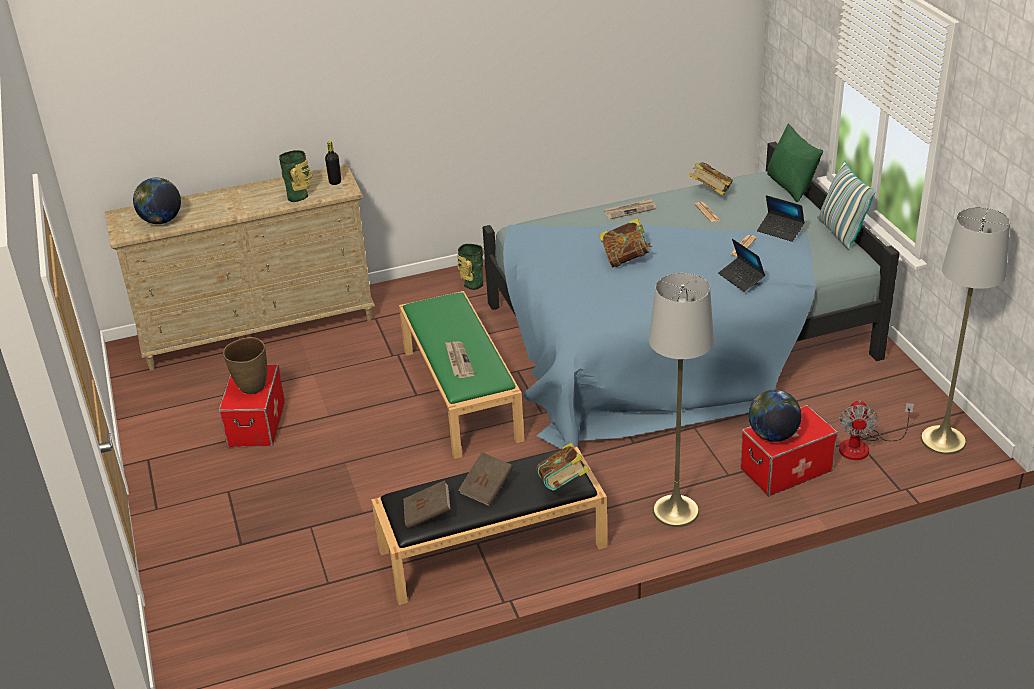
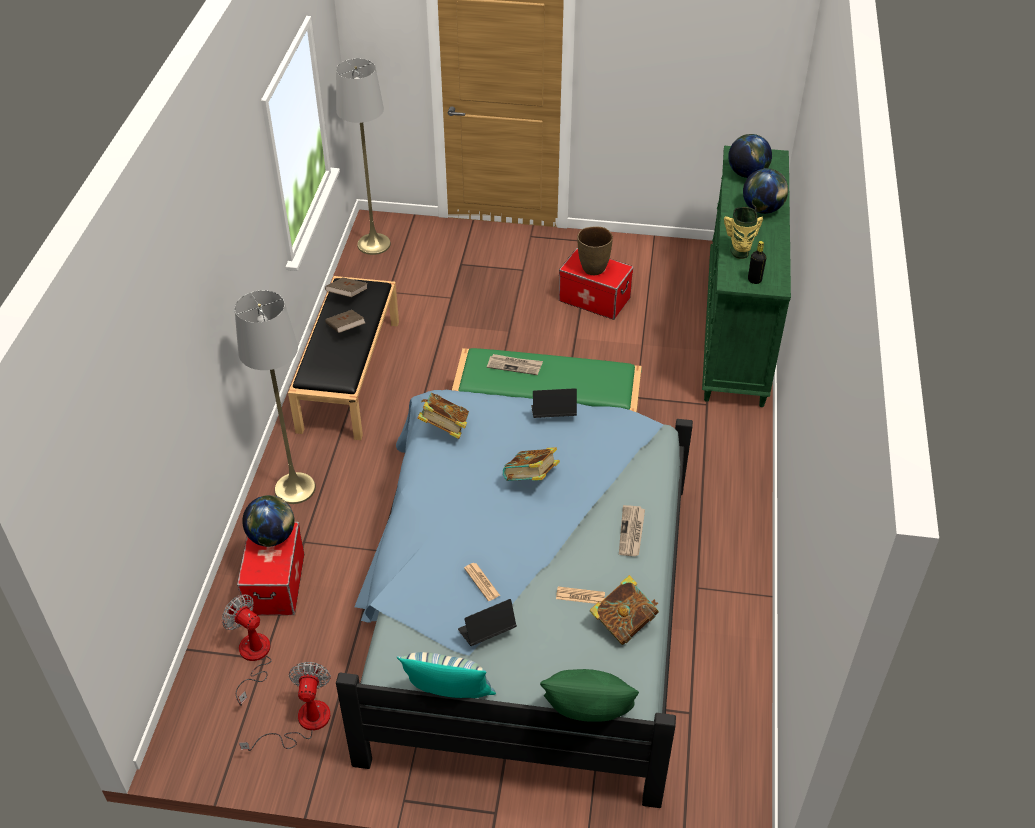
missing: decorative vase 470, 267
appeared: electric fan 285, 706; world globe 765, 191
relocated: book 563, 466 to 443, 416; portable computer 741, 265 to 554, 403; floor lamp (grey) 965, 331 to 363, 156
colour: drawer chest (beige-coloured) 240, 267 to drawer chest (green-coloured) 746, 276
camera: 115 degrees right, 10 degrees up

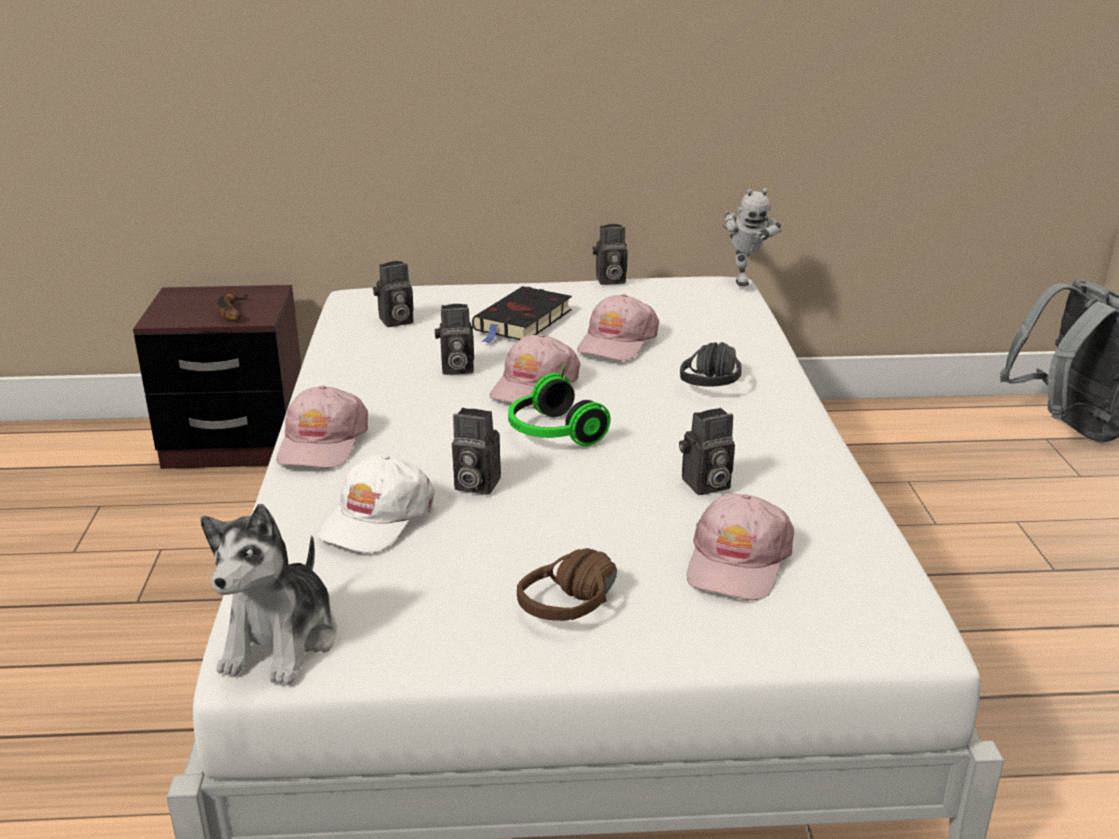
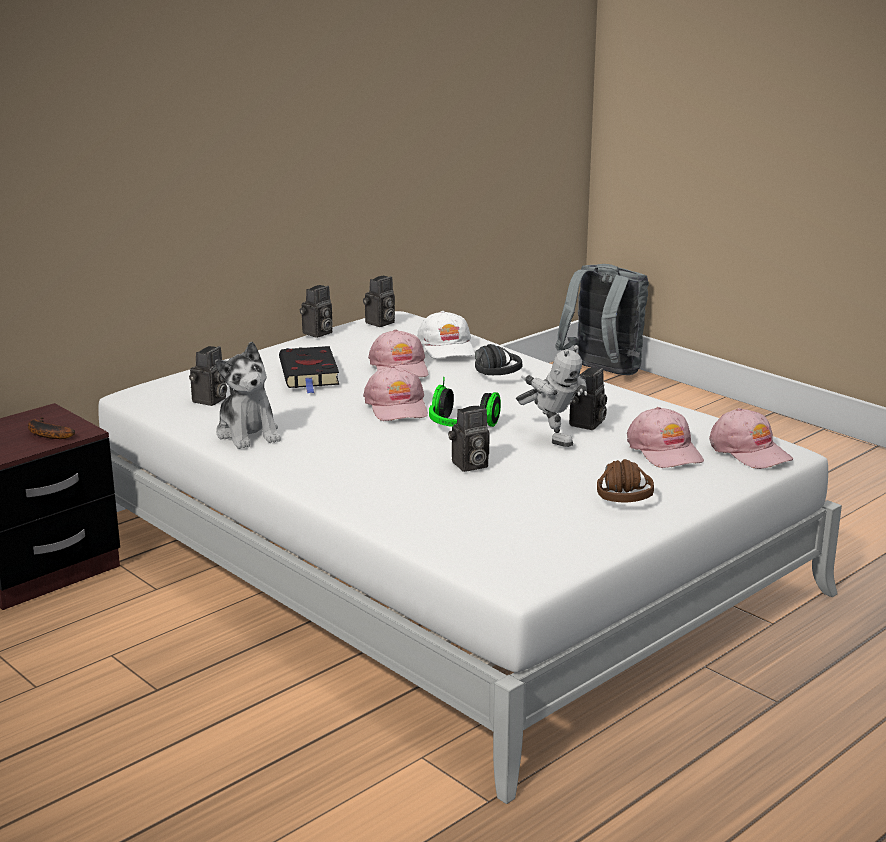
relocated: soft toy 269, 594 to 248, 395; peaked cap (pinkish) 322, 427 to 751, 438; peaked cap (whitish) 376, 504 to 446, 335; photo camera 454, 339 to 379, 301; toy robot 752, 237 to 551, 396
camera: 40 degrees left, 5 degrees down

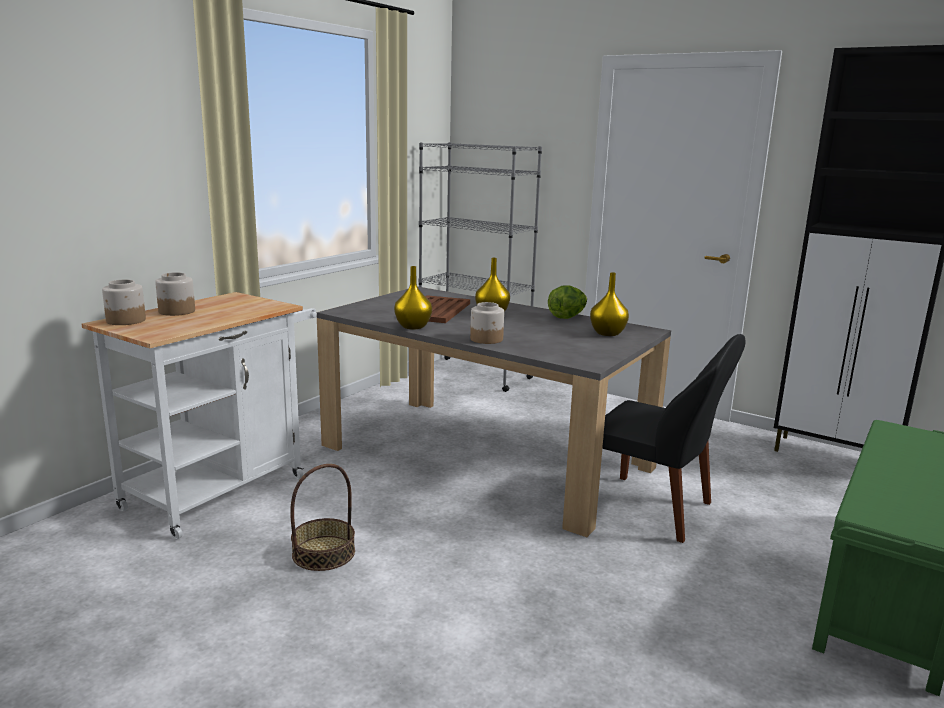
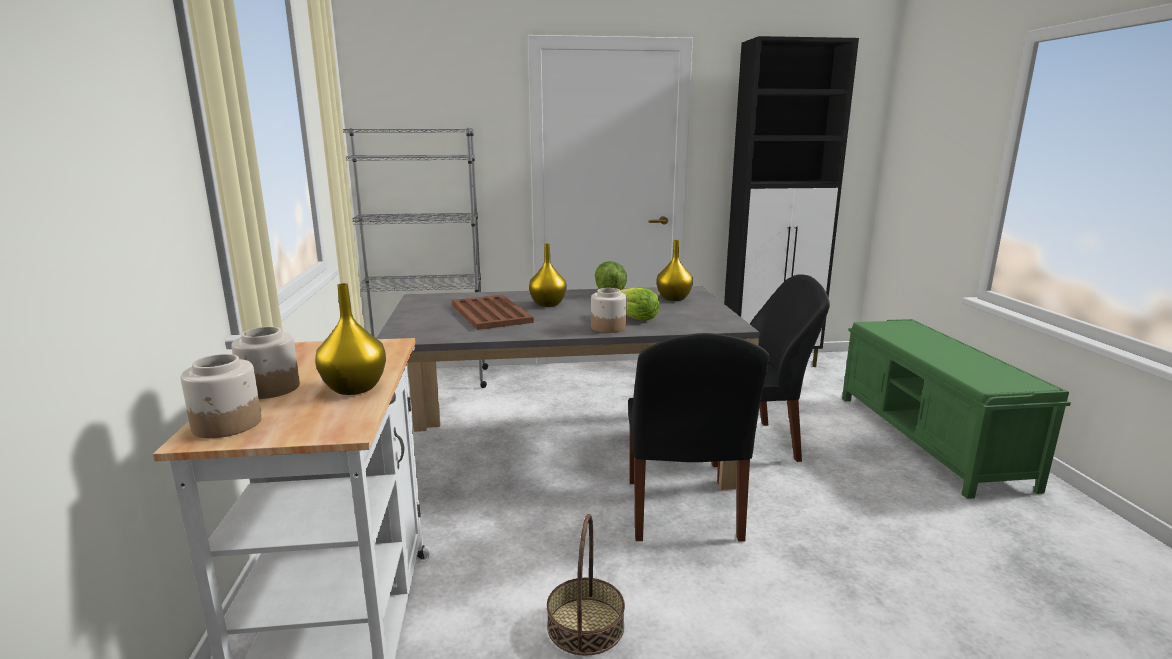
appeared: lettuce 639, 304; plain chair (black-coloured) 698, 437
relocated: decorative vase (yellow) 413, 297 to 350, 339
camera: 40 degrees left, 0 degrees up

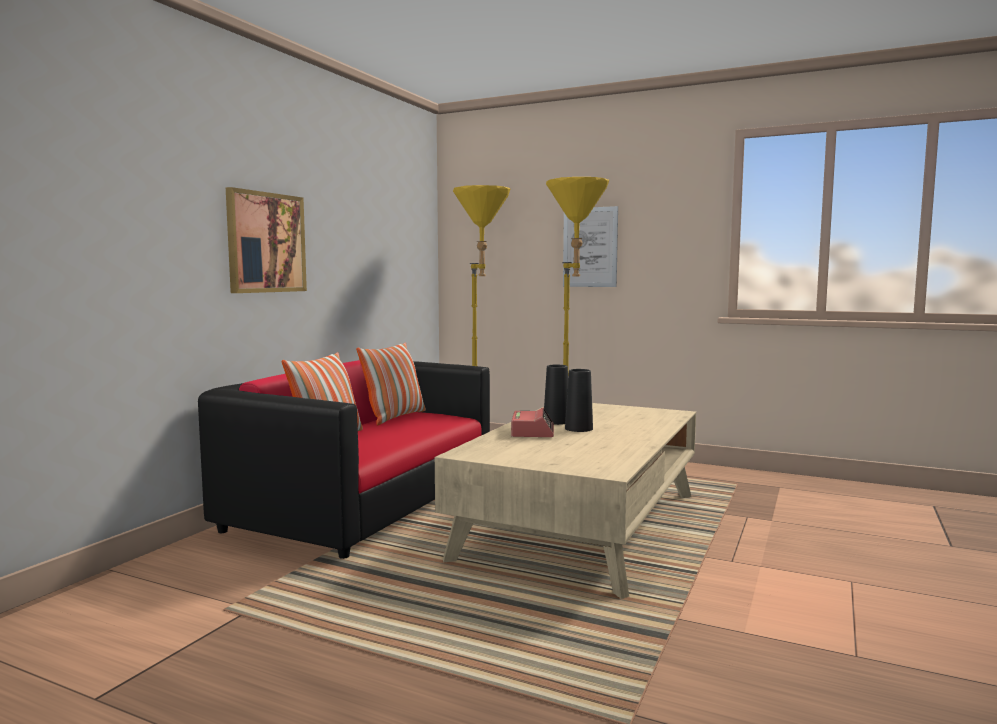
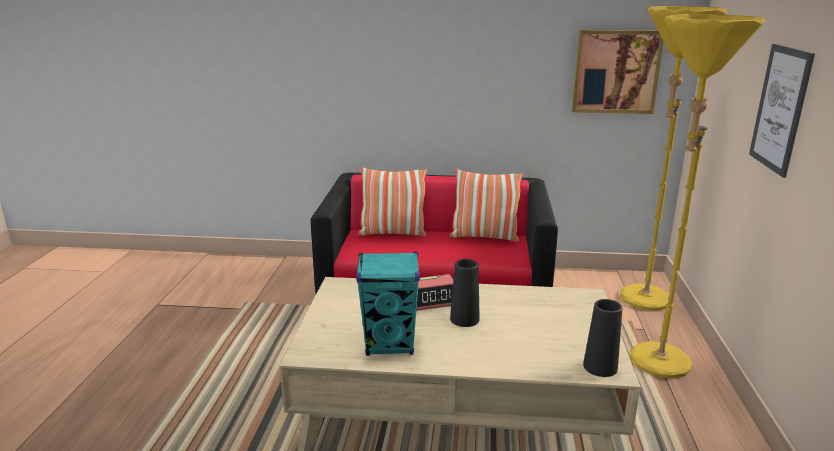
appeared: speaker (blue-green) 388, 304
relocated: wall art 266, 240 to 618, 72; decorative vase (black-coloured) 556, 395 to 602, 338
camera: 70 degrees right, 15 degrees up

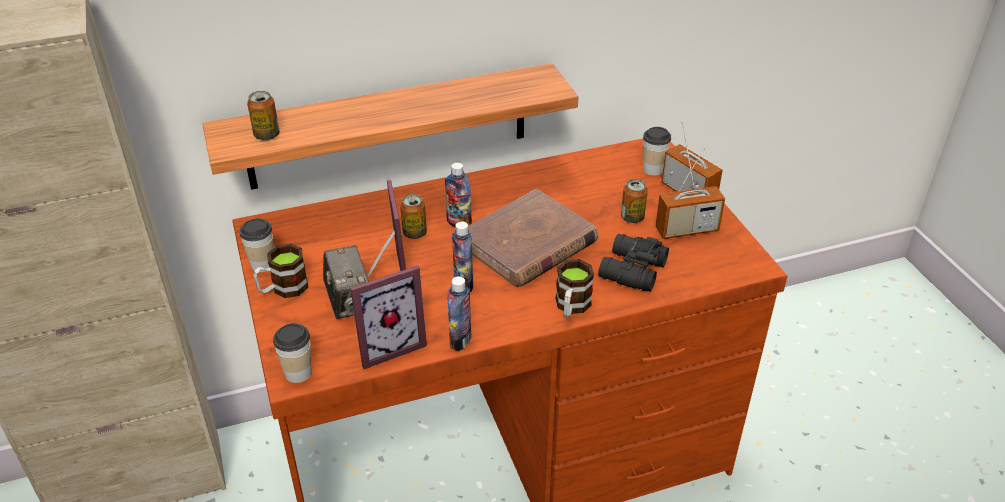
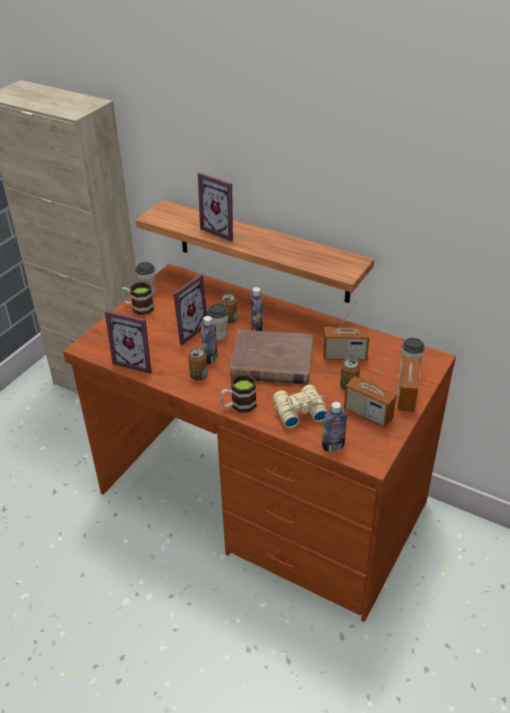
missing: photo camera 346, 282
appeared: standing frame 215, 207; radio set 346, 330
relocated: metal can 263, 116 to 198, 364; small cup 292, 353 to 217, 322; beverage bottle 459, 314 to 334, 427
colour: binoculars (black-coloured) 633, 263 to binoculars (beige-coloured) 300, 406
camera: 50 degrees right, 0 degrees up

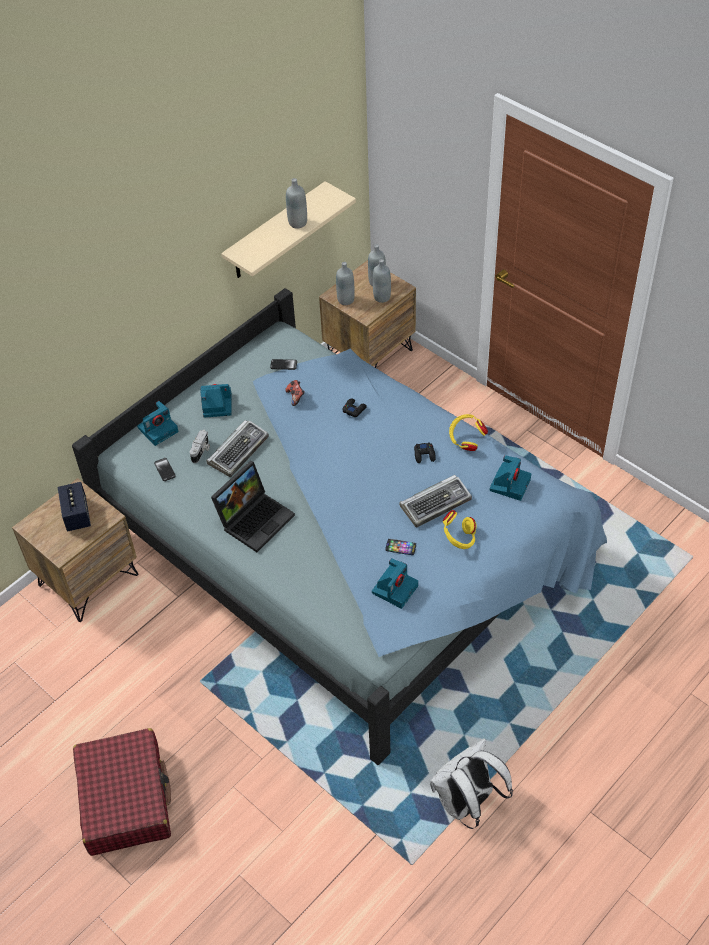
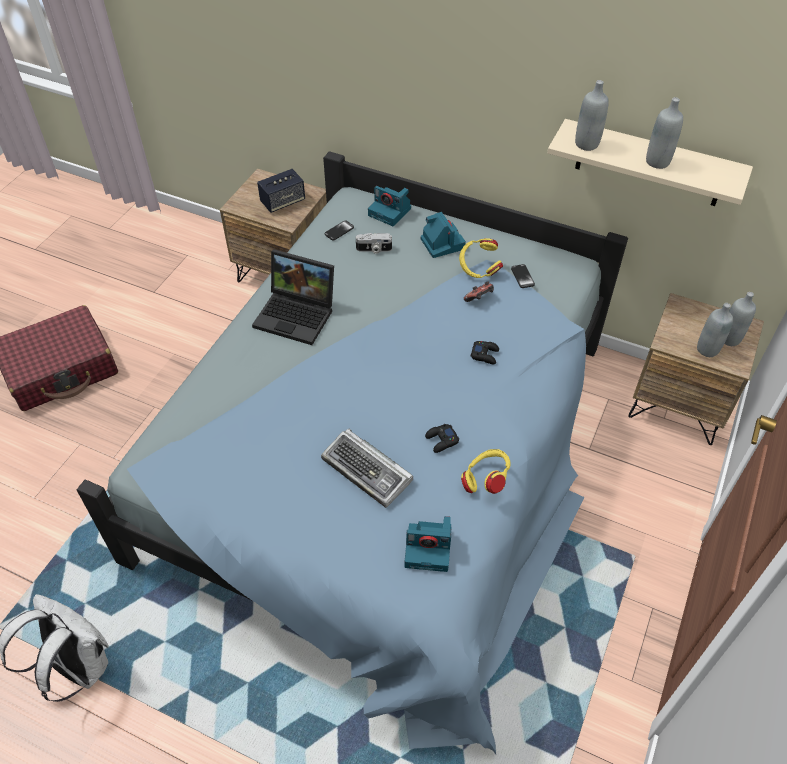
missing: keyboard 237, 448; photo camera 395, 583; phone 400, 547
relocated: beverage bottle (grey) 345, 283 to 592, 115; headphones (yellow) 460, 529 to 481, 258
camera: 70 degrees right, 0 degrees up

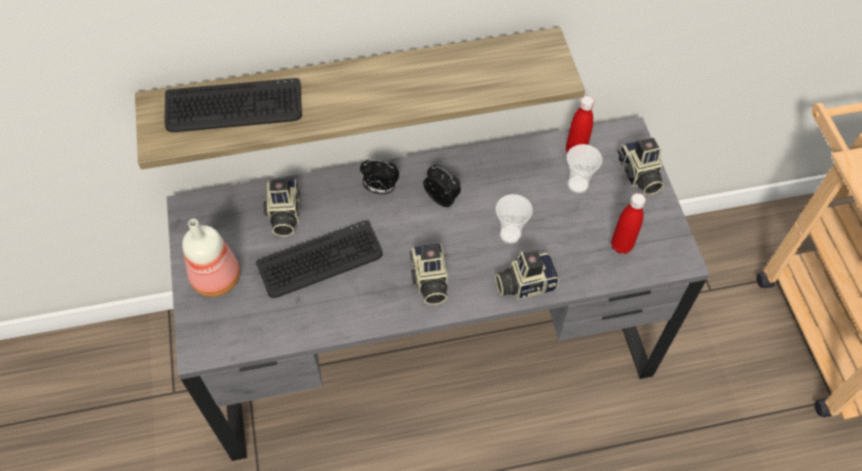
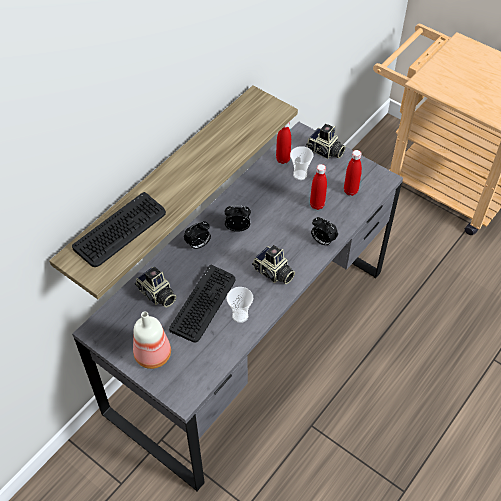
appeared: beverage bottle (reddish) 318, 187
relocated: small cup 514, 219 to 239, 305
exchanged: photo camera 527, 274 to table clock 324, 231
camera: 40 degrees left, 5 degrees down

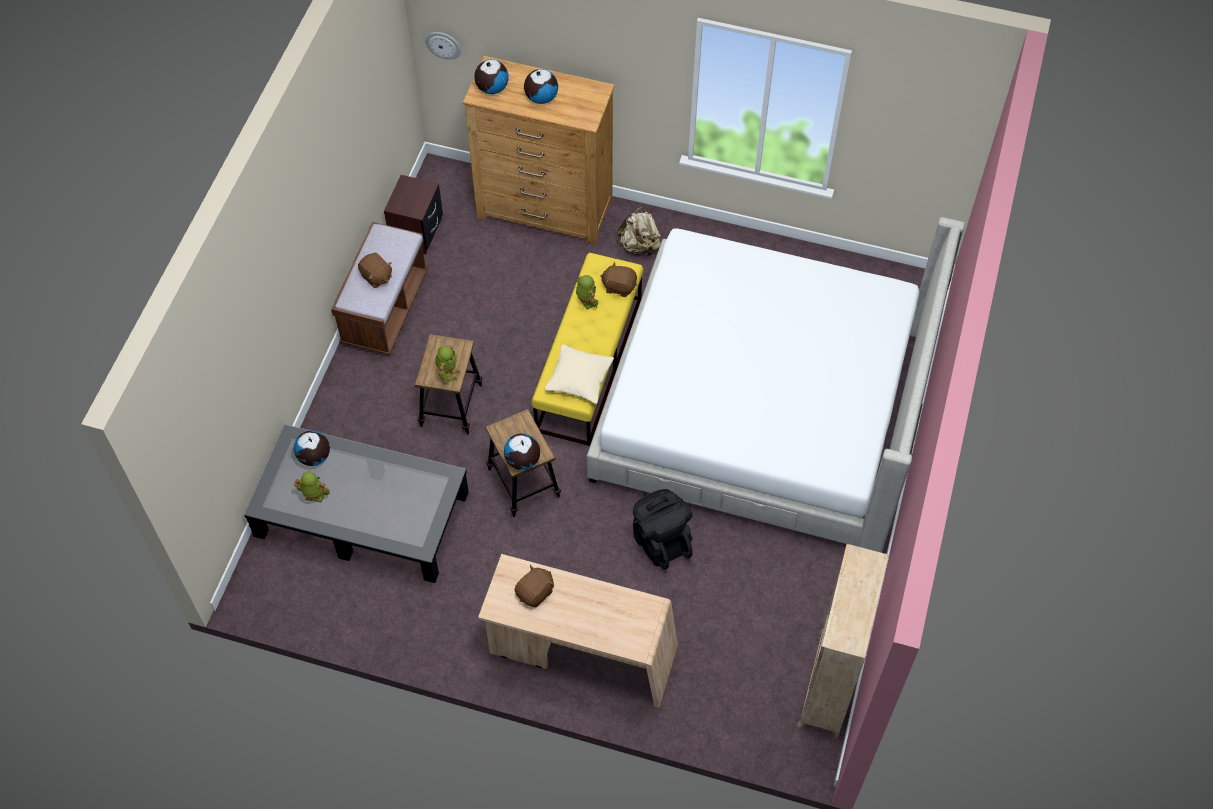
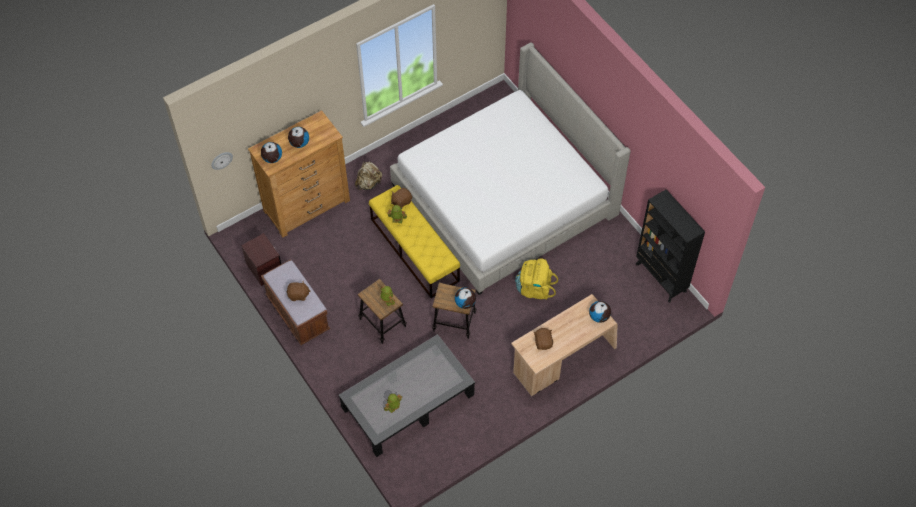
missing: pillow (beige-coloured) 579, 374
relocated: world globe 312, 448 to 600, 312
colour: rucksack (black-coloured) 663, 529 to rucksack (yellow) 536, 279; bookshelf (beige-coloured) 843, 641 to bookshelf (black-coloured) 670, 246
camera: 50 degrees left, 0 degrees up

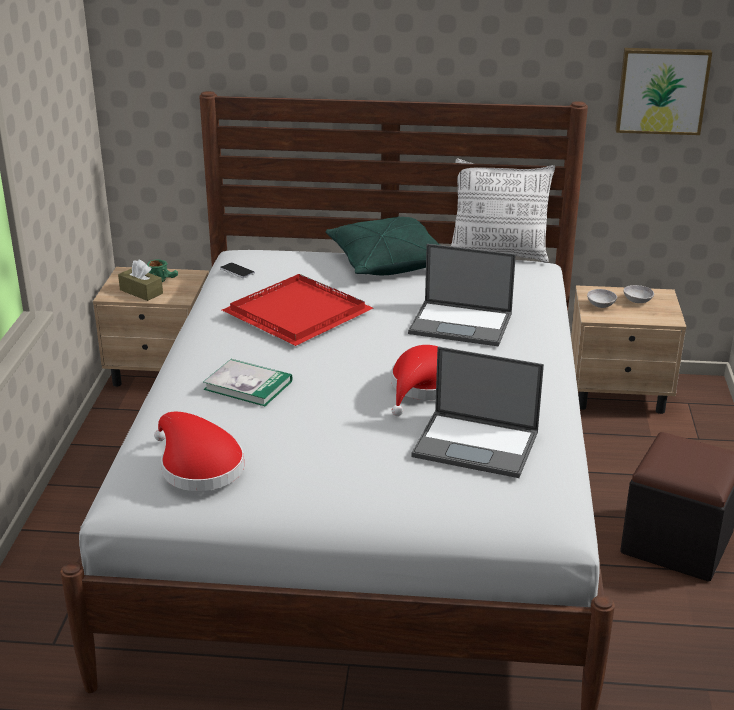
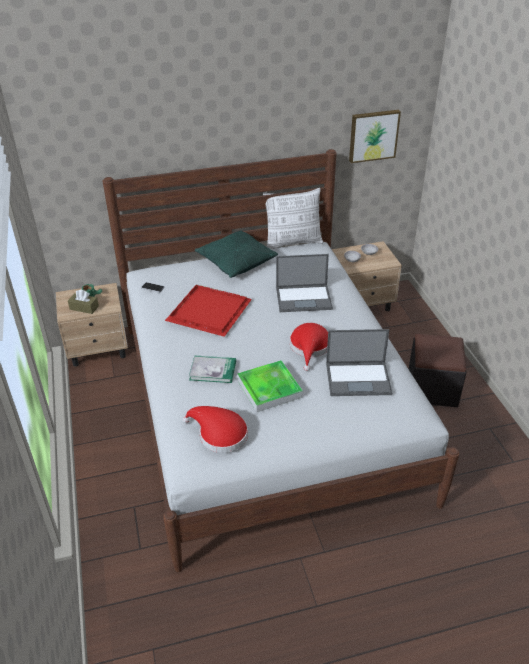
appeared: serving tray 270, 386
camera: 20 degrees left, 10 degrees up

